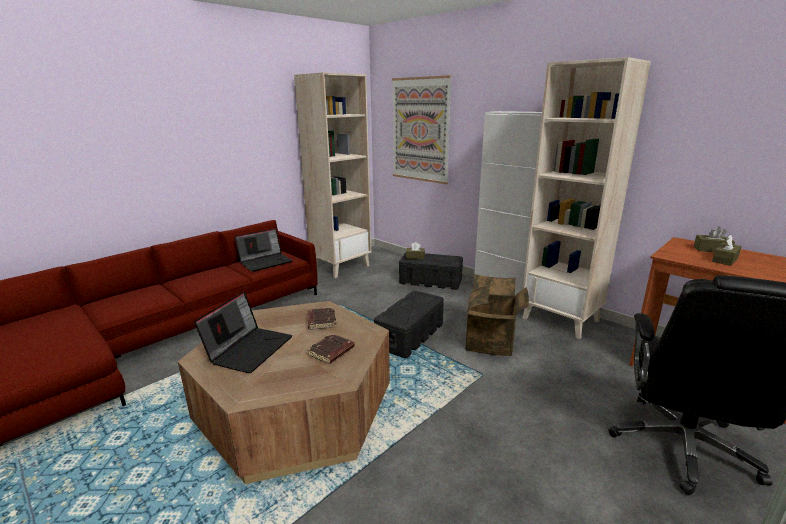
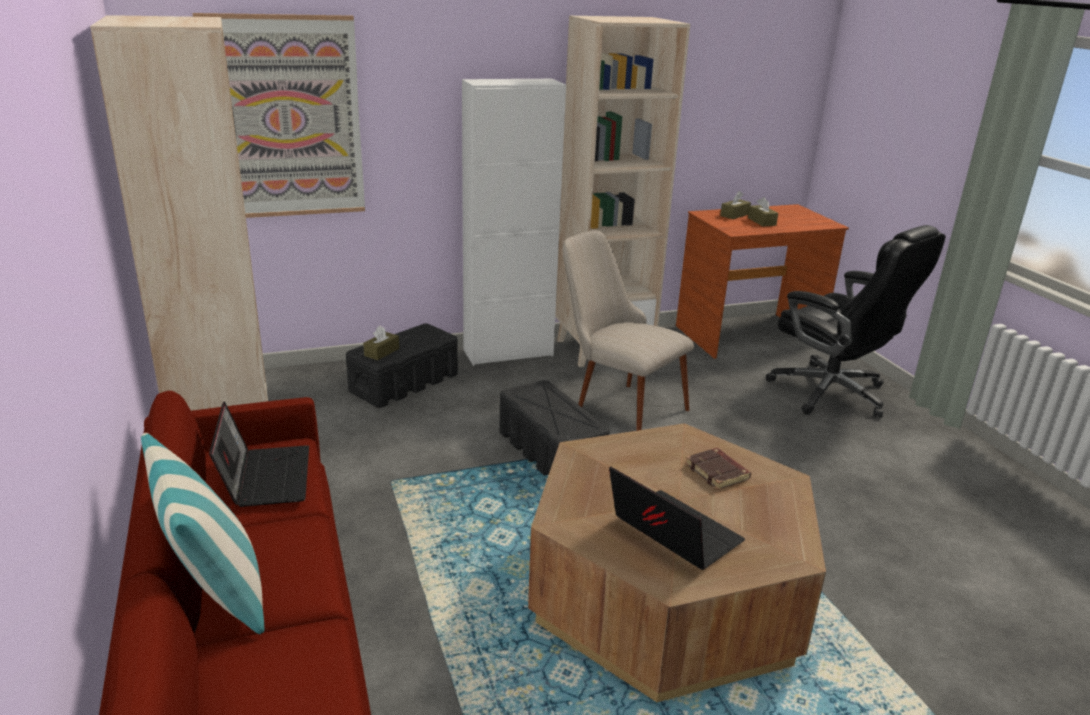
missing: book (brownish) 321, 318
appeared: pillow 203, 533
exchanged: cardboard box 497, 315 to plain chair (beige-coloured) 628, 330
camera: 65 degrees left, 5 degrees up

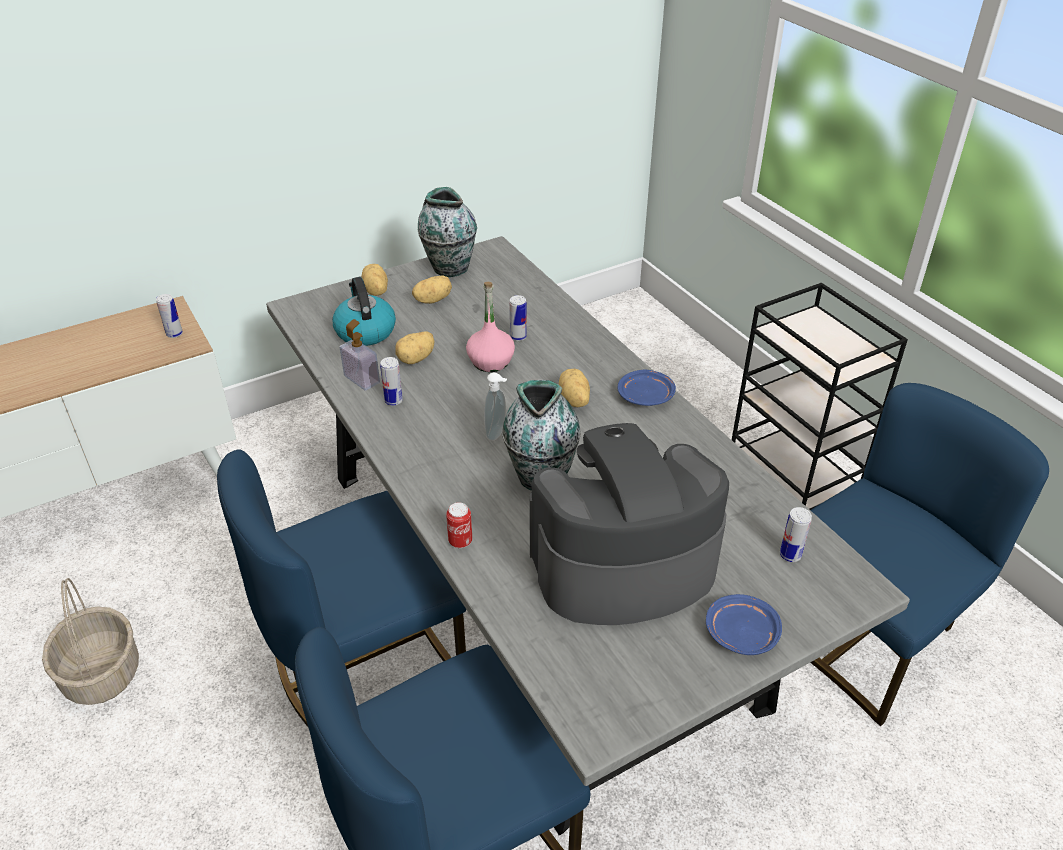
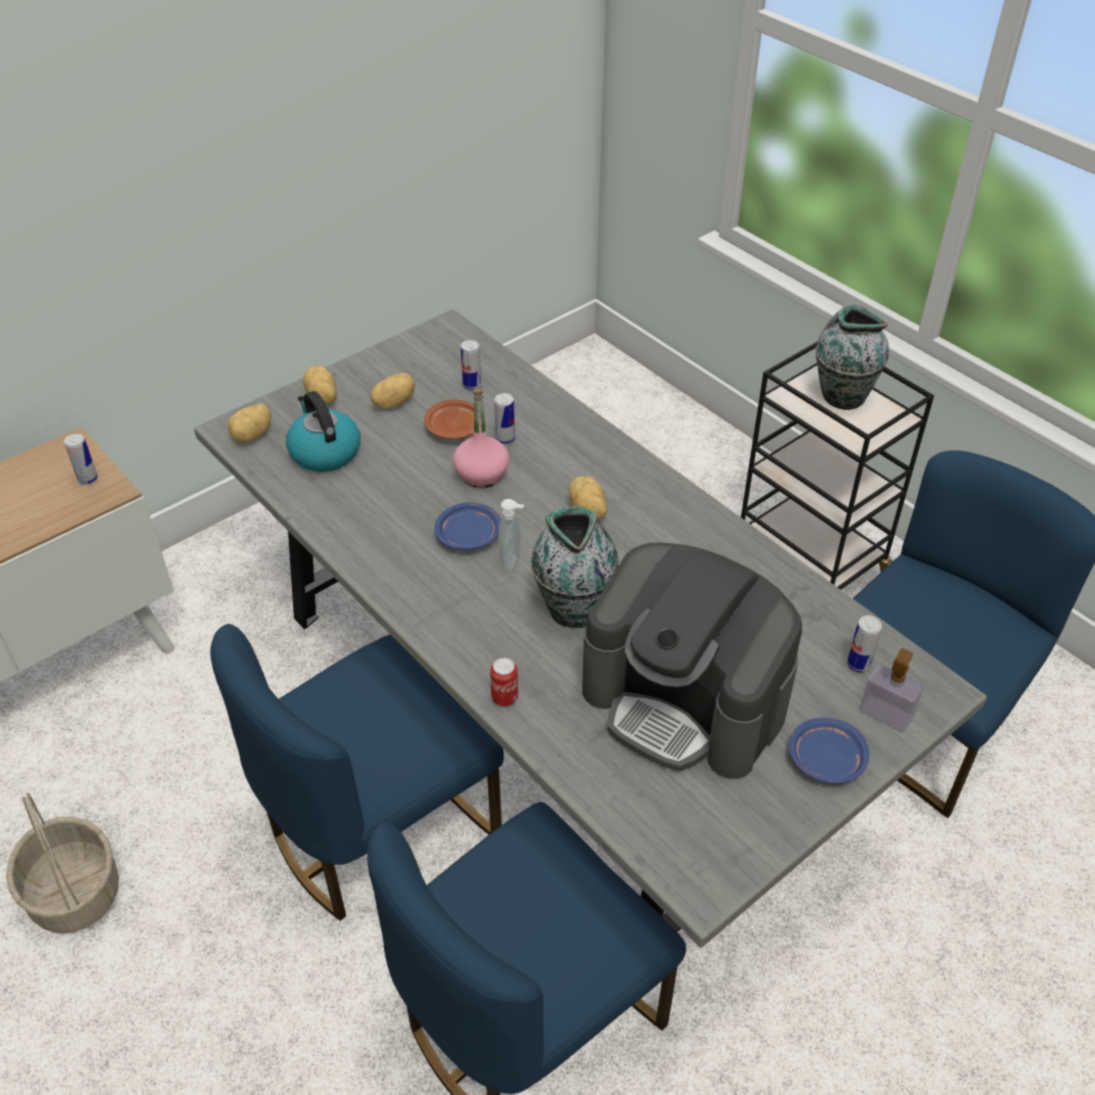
appeared: flat dish (brownish) 454, 419
relocated: liquid soap bottle 360, 355 to 891, 690; metal can 391, 381 to 471, 365; potato 414, 347 to 249, 423; decorative vase 447, 232 to 852, 357; flat dish (blue) 647, 387 to 468, 526
spun: coffee maker 629, 524 = 692, 661 120 degrees counterclockwise
camera: 10 degrees left, 5 degrees up

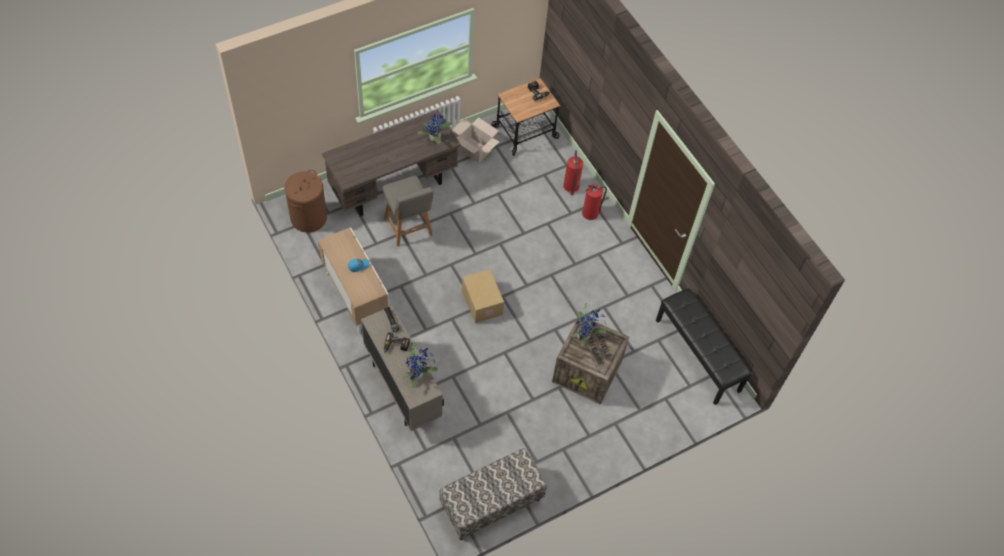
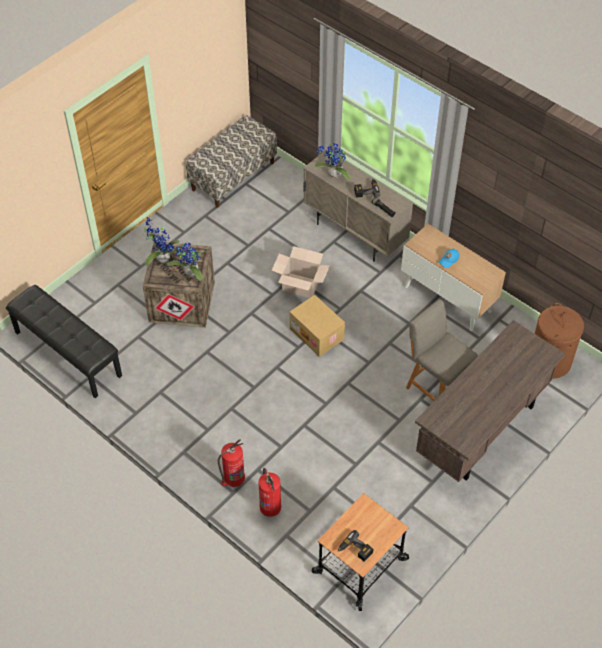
relocated: plant in a pot 435, 126 to 162, 241; cardboard box 476, 140 to 300, 272
camera: 165 degrees right, 5 degrees down

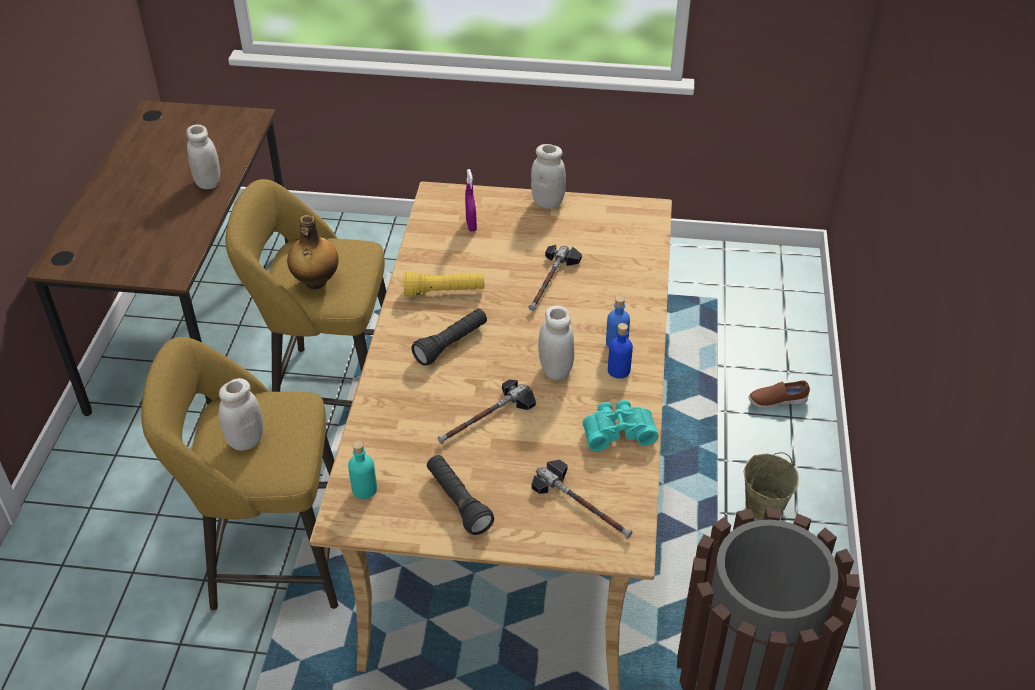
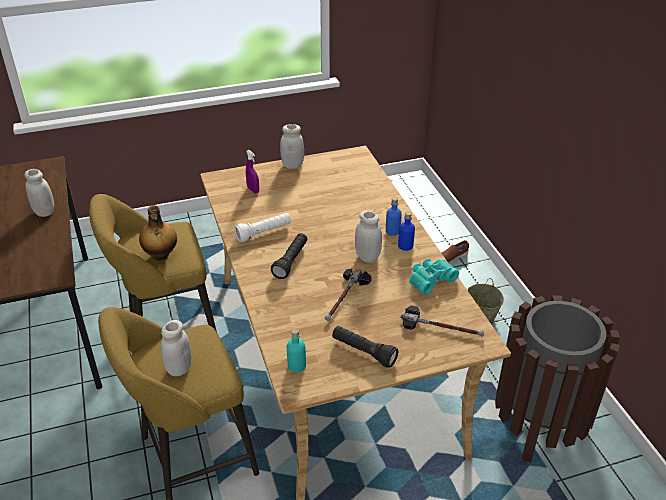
missing: hand hammer 555, 278
colour: torch (yellow) 443, 284 to torch (whitish) 262, 227
camera: 25 degrees left, 5 degrees down

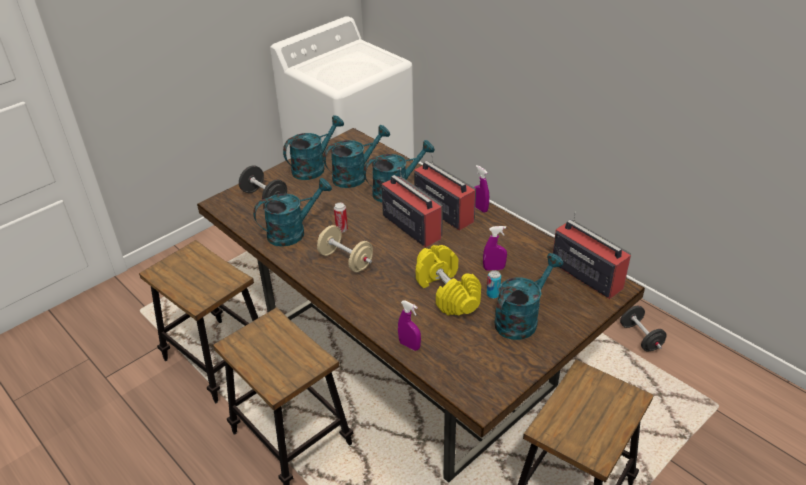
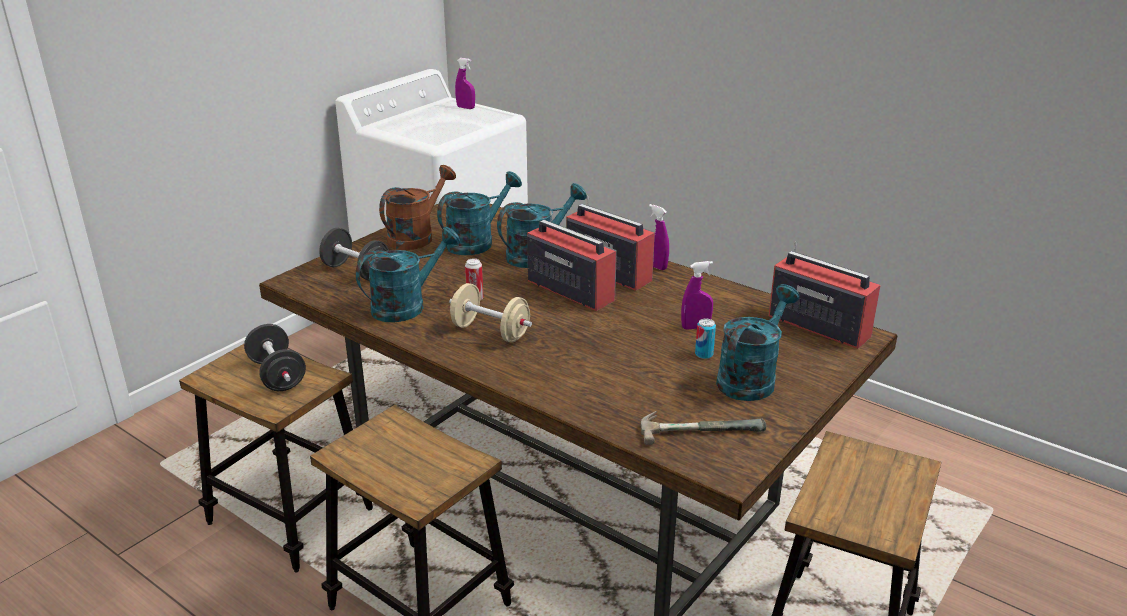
missing: dumbbell (yellow) 448, 280
appeared: hand hammer 703, 428
relocated: hand sprayer (purple-coloured) 409, 325 to 465, 83; dumbbell (black-coloured) 643, 328 to 275, 357
colour: sprinkling can (blue-green) 313, 147 to sprinkling can (brownish) 417, 207
camera: 10 degrees left, 10 degrees down

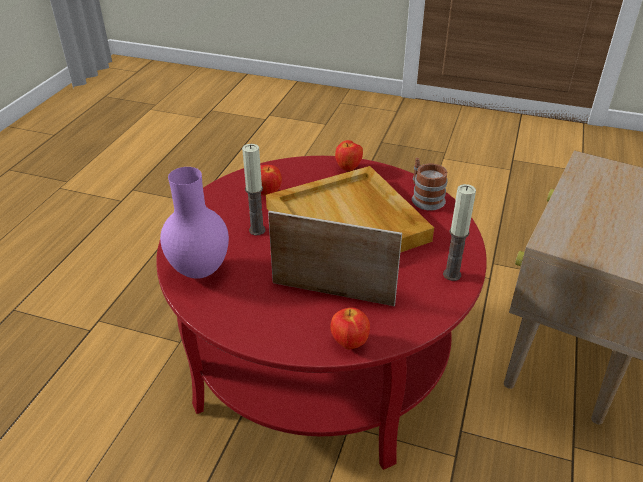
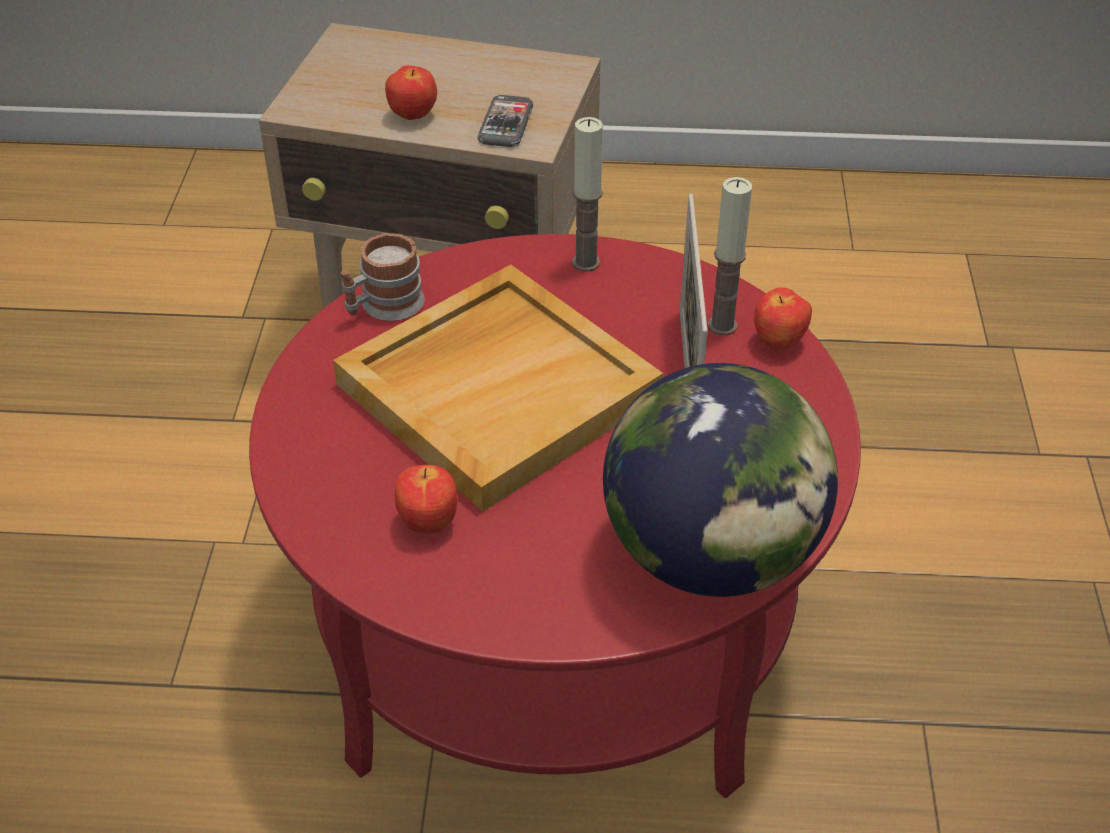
appeared: phone 505, 121
relocated: candle 254, 189 to 730, 256; apple 349, 155 to 411, 93
exchanged: decorative vase (purple-coloured) 194, 223 to world globe 720, 480
camera: 105 degrees left, 5 degrees up

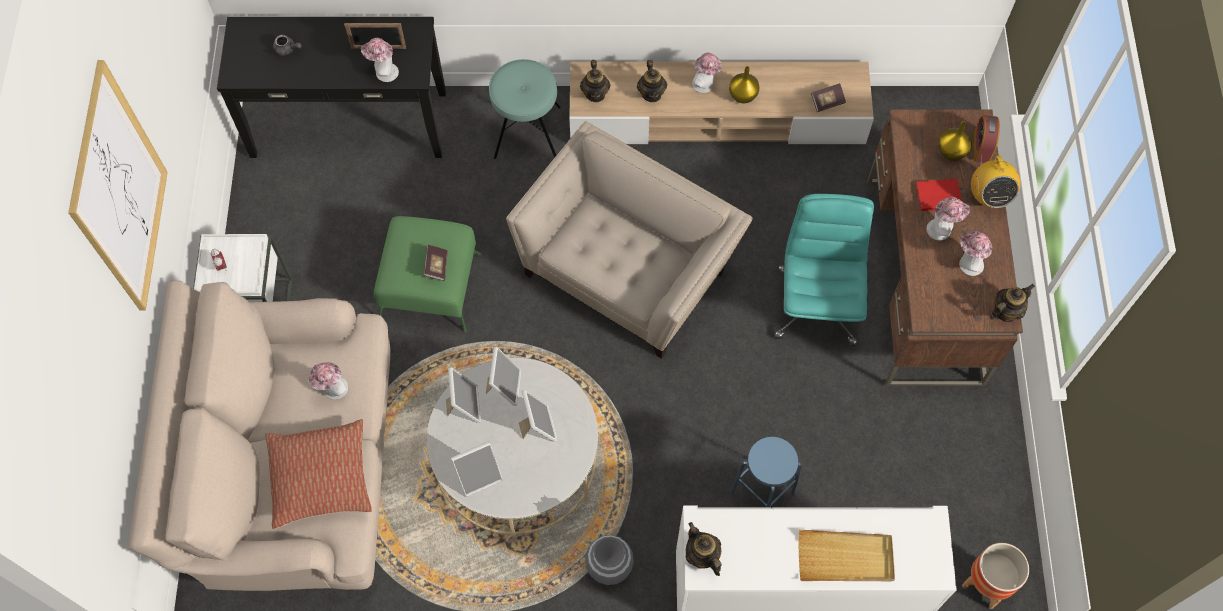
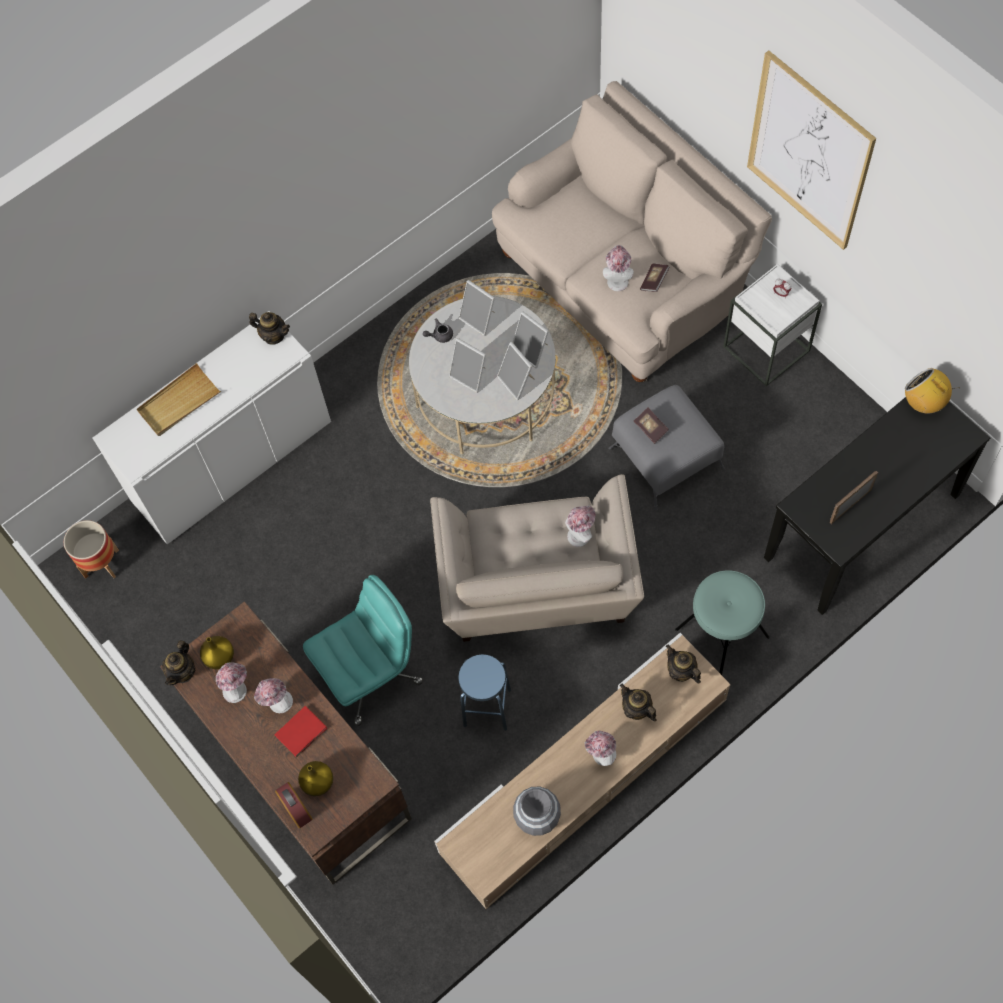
missing: pillow 318, 474
relocated: teapot (grey) 287, 45 to 438, 331; hat 380, 60 to 580, 526; decorative vase (grey) 609, 560 to 537, 811; decorative vase (yellow) 744, 85 to 217, 652; sitting stool (blue) 766, 471 to 484, 692; book 828, 97 to 655, 277; radio set 996, 181 to 932, 390
colour: ottoman (green-coloured) 428, 274 to ottoman (grey) 666, 448
spun: standing frame 477, 469 = 477, 308 75 degrees counterclockwise; computer chair (blue-green) 824, 270 = 363, 650 90 degrees counterclockwise
camera: 145 degrees right, 0 degrees up

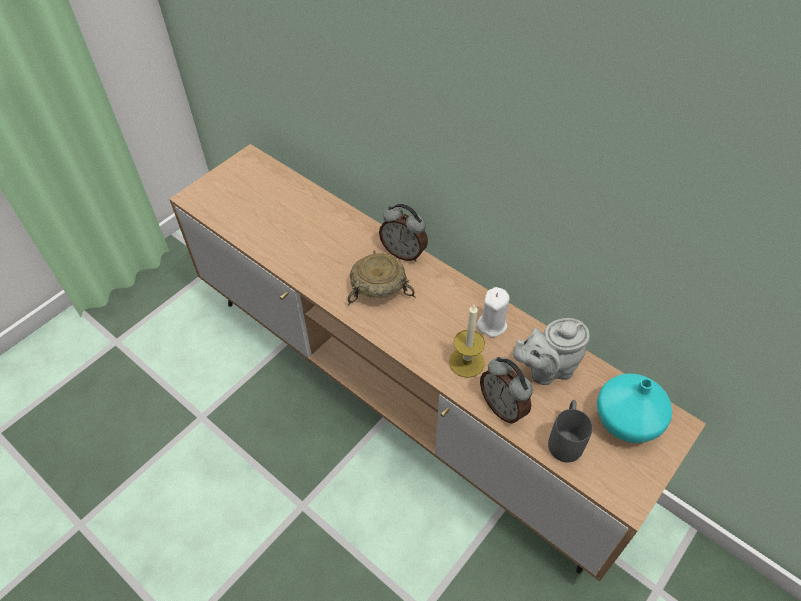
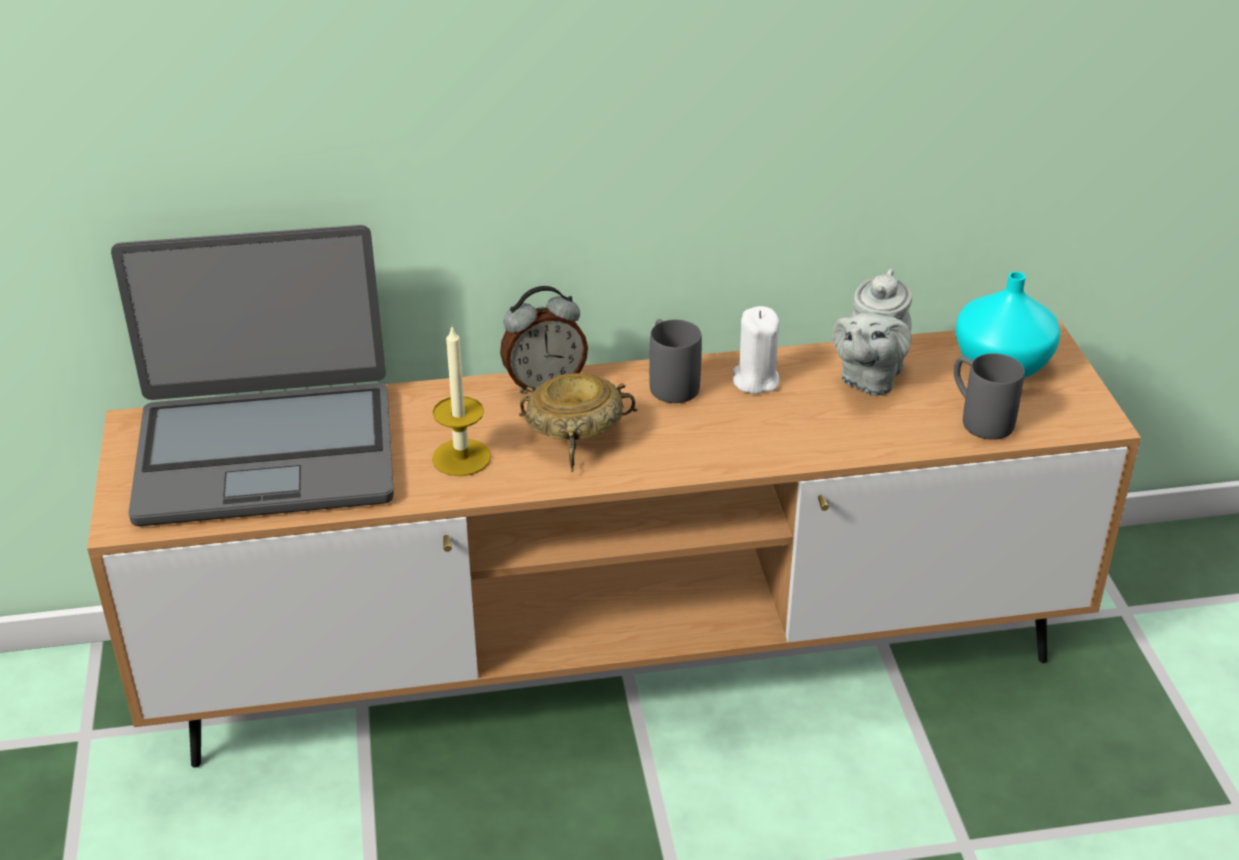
missing: table clock 506, 390
appeared: portable computer 252, 375; tea mug (grey) 675, 361
relocated: candle 467, 341 to 461, 401
camera: 50 degrees left, 15 degrees down

